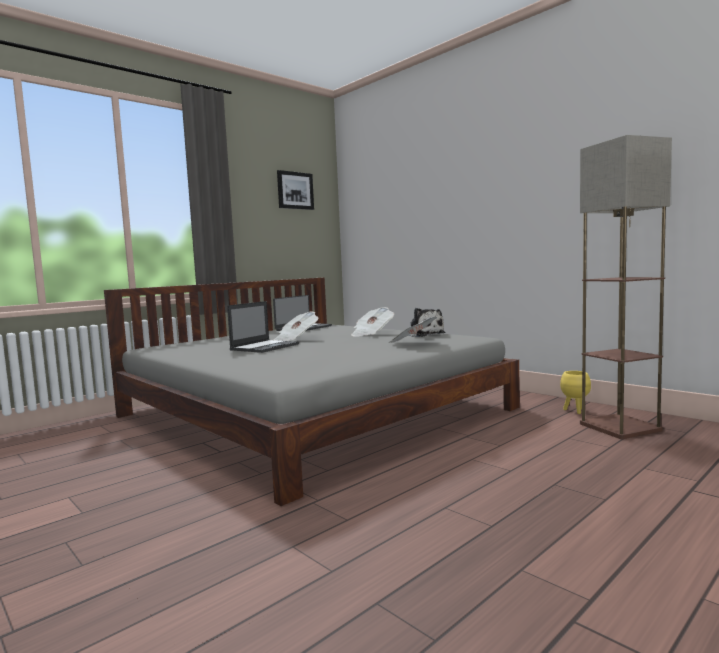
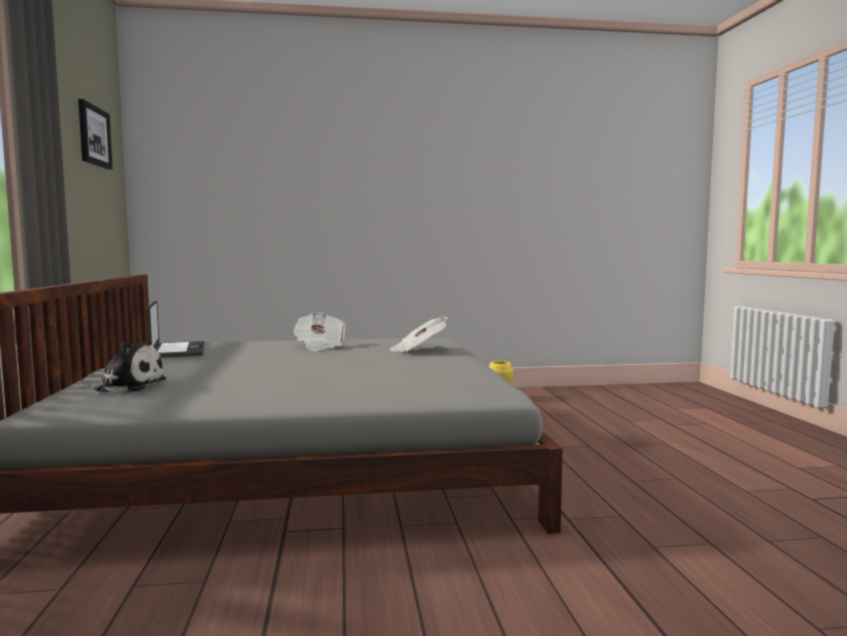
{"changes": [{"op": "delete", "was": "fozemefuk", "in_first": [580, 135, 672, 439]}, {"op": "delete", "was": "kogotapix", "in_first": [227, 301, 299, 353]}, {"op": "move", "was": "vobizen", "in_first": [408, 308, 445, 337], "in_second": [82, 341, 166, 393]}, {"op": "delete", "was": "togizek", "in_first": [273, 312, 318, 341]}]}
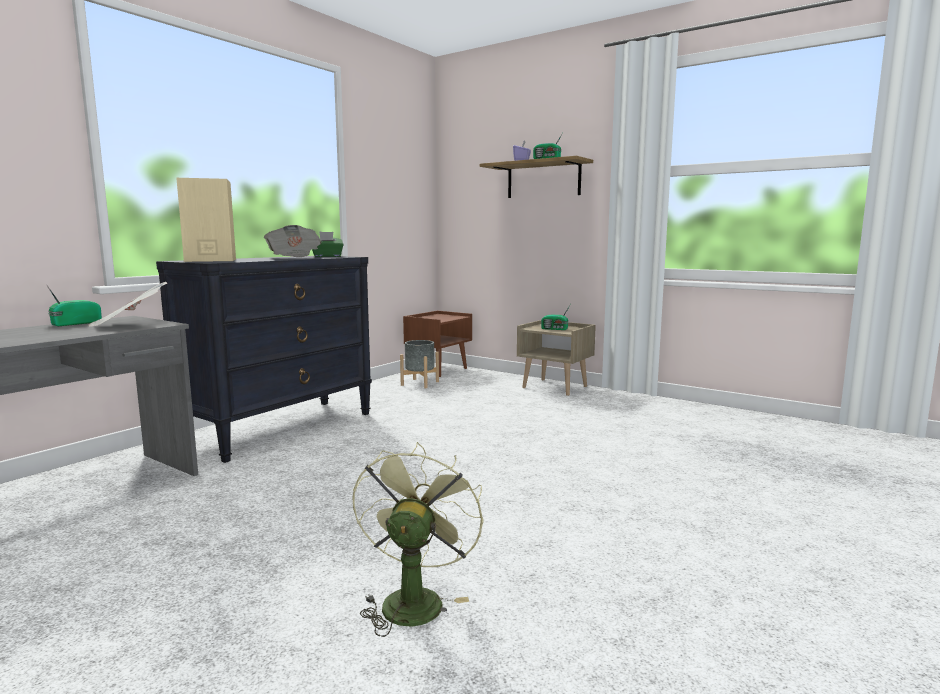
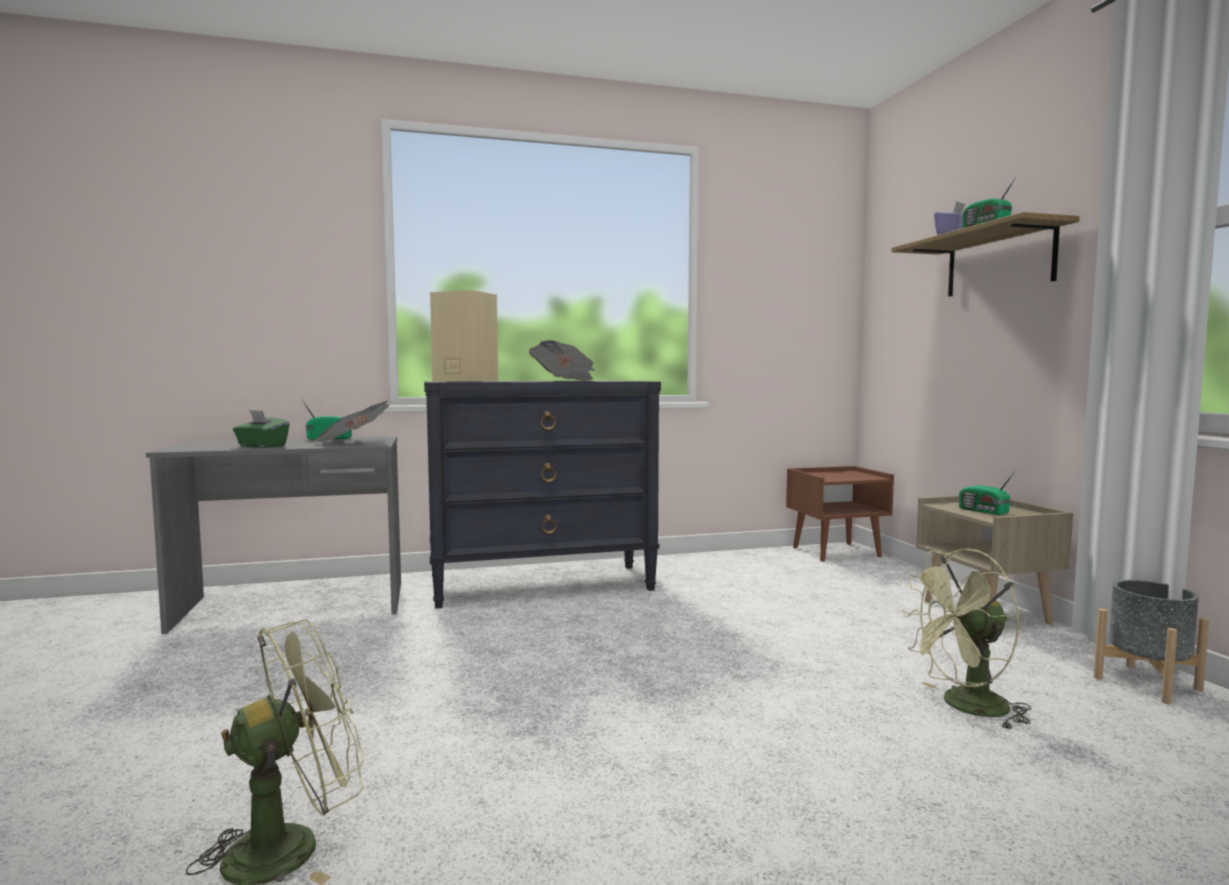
{"changes": [{"op": "move", "was": "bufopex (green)", "in_first": [312, 232, 344, 257], "in_second": [233, 410, 290, 448]}, {"op": "move", "was": "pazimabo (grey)", "in_first": [400, 340, 439, 388], "in_second": [1094, 580, 1209, 704]}, {"op": "insert", "now": "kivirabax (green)", "in_second": [901, 548, 1031, 731]}]}
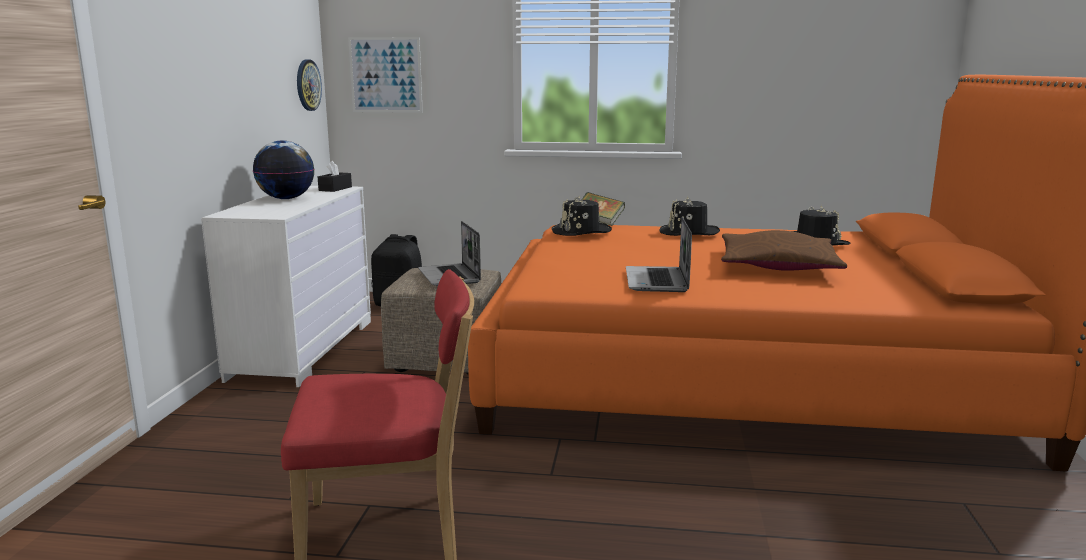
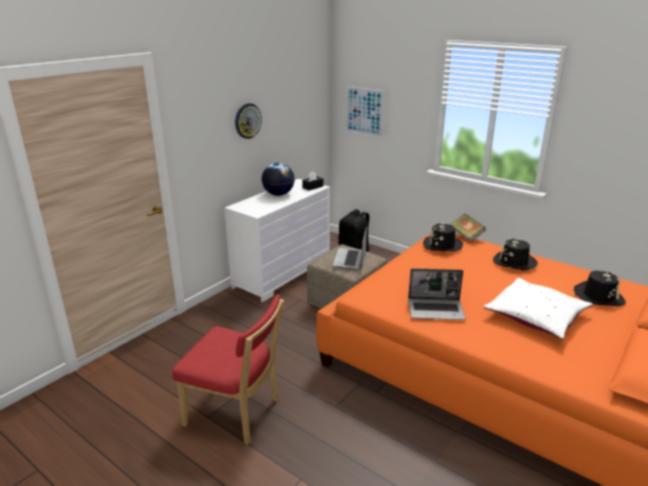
{"changes": [{"op": "move", "was": "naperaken", "in_first": [297, 59, 322, 111], "in_second": [235, 103, 262, 139]}, {"op": "rotate", "was": "kogotapix", "in_first": [626, 217, 692, 292], "in_second": [408, 268, 466, 320], "clockwise": -120}, {"op": "recolor", "was": "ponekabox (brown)", "now": "ponekabox (white)", "in_first": [721, 230, 847, 271], "in_second": [483, 278, 593, 340]}]}
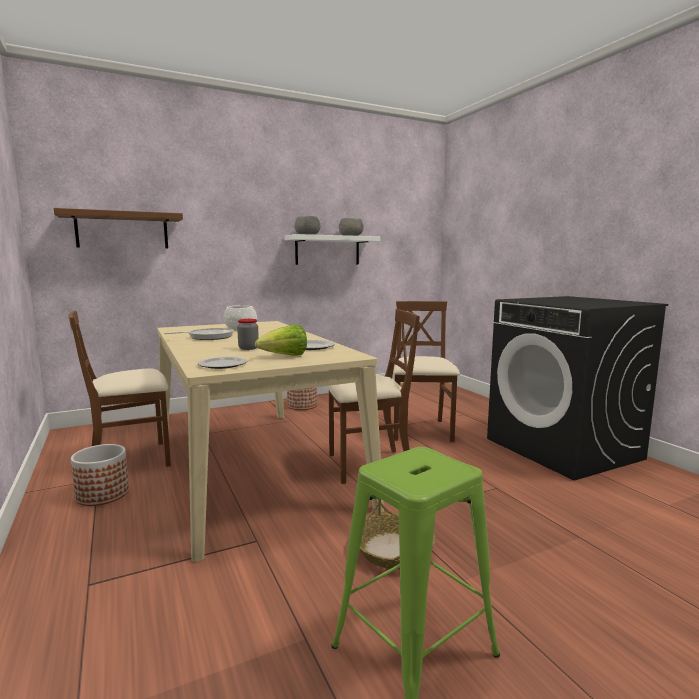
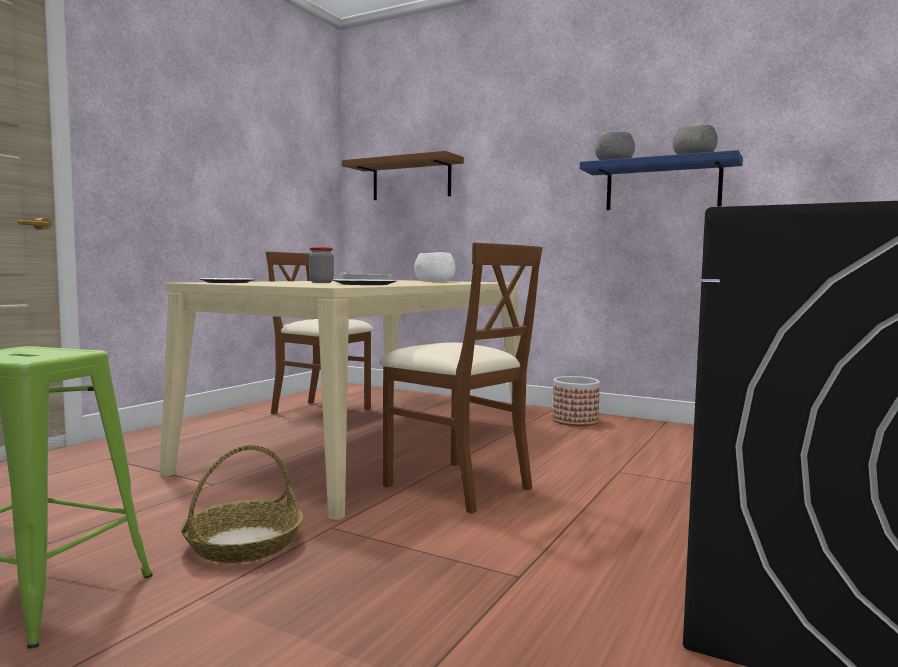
{"changes": [{"op": "recolor", "was": "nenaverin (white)", "now": "nenaverin (blue)", "in_first": [285, 234, 380, 265], "in_second": [580, 150, 743, 210]}, {"op": "delete", "was": "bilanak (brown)", "in_first": [393, 301, 460, 442]}, {"op": "delete", "was": "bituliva", "in_first": [255, 324, 307, 356]}, {"op": "delete", "was": "pazimabo", "in_first": [71, 444, 129, 506]}]}
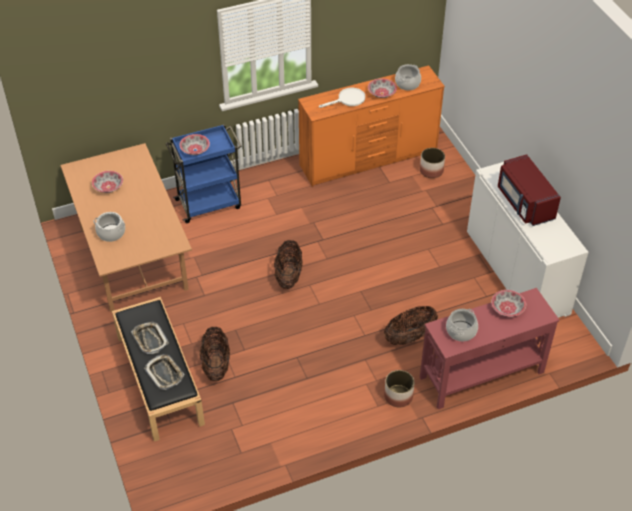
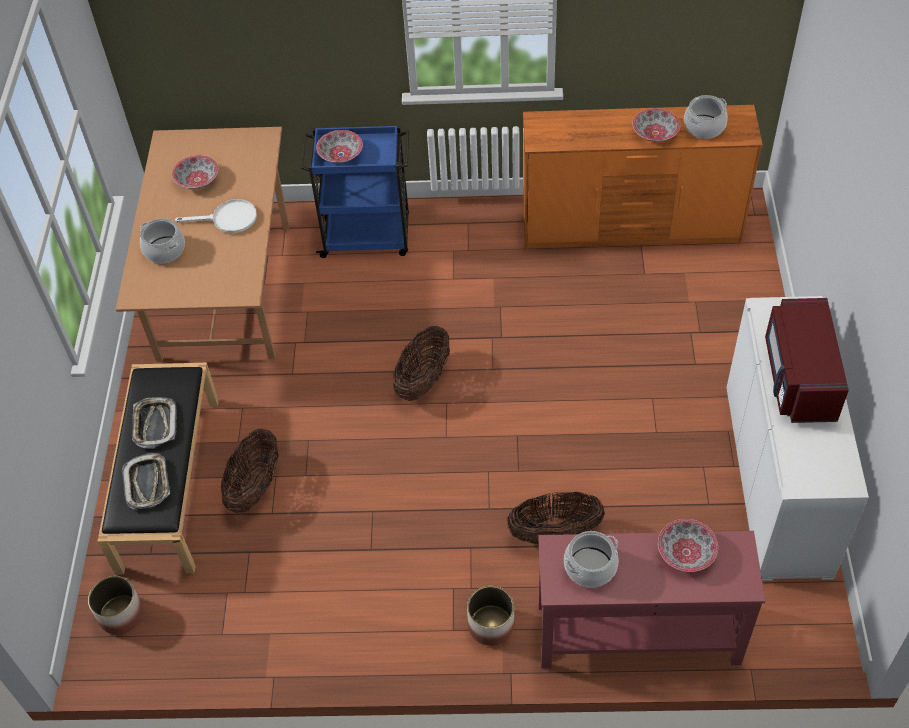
{"changes": [{"op": "move", "was": "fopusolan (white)", "in_first": [319, 88, 365, 108], "in_second": [175, 199, 257, 233]}, {"op": "move", "was": "pazimabo", "in_first": [420, 148, 445, 178], "in_second": [88, 576, 144, 635]}]}
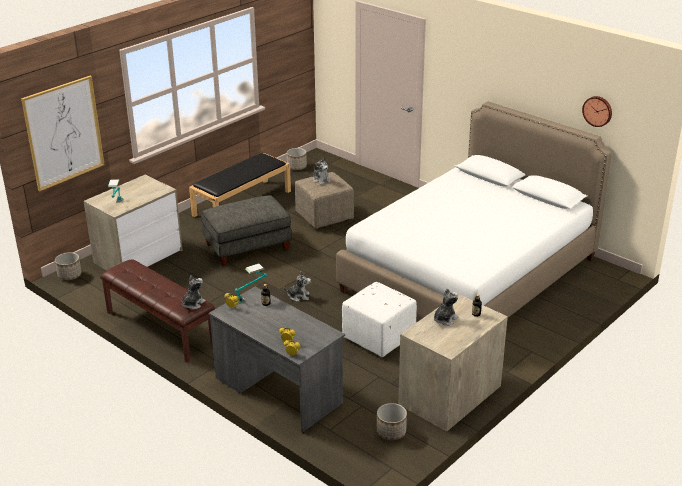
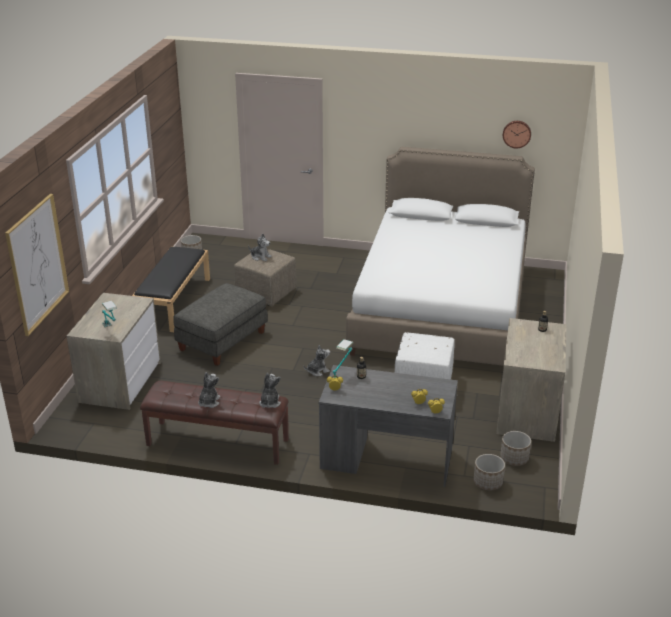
{"changes": [{"op": "move", "was": "pazimabo", "in_first": [55, 252, 82, 280], "in_second": [474, 454, 505, 491]}, {"op": "move", "was": "vobizen", "in_first": [434, 288, 459, 326], "in_second": [198, 372, 220, 408]}]}
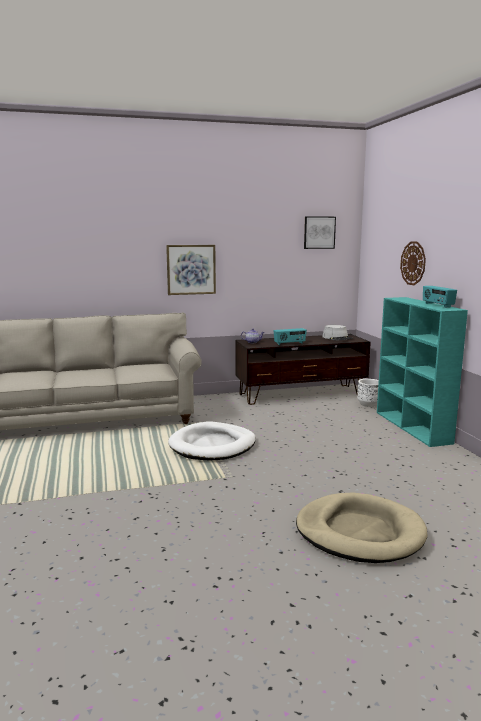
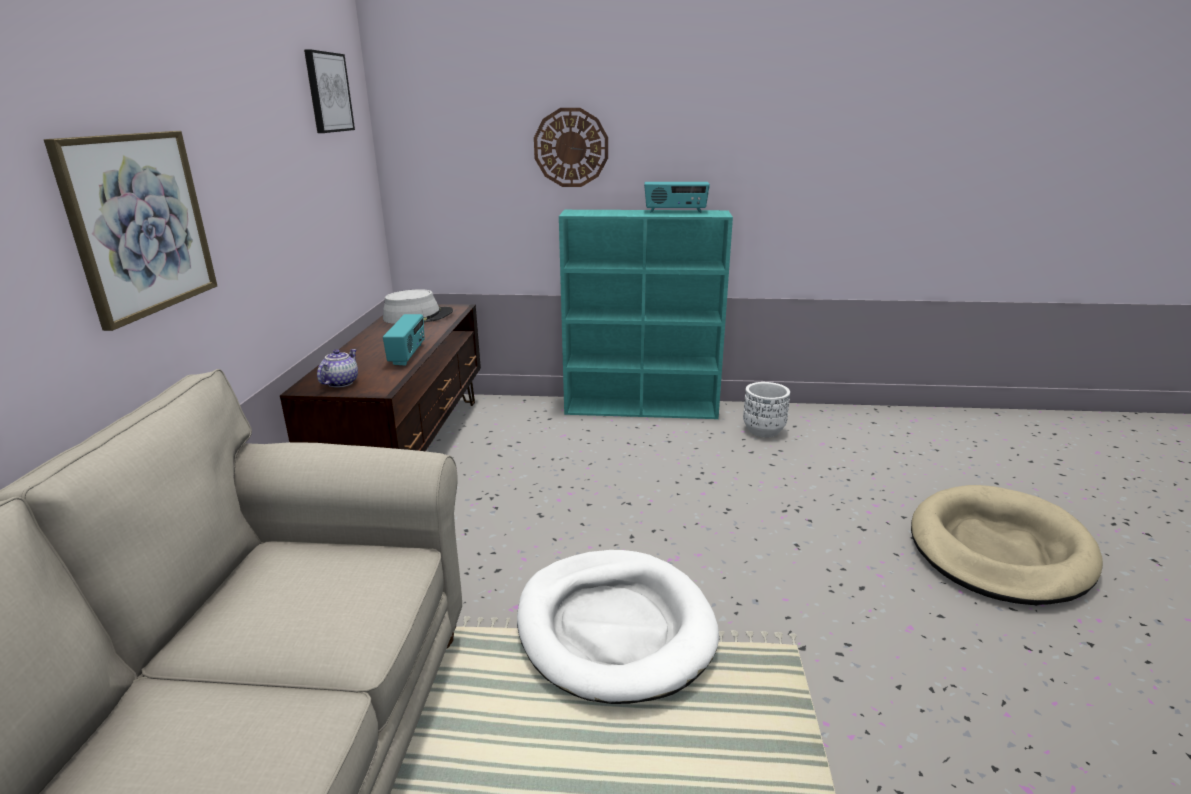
{"changes": [{"op": "move", "was": "pazimabo (white)", "in_first": [357, 379, 379, 407], "in_second": [743, 382, 790, 437]}]}
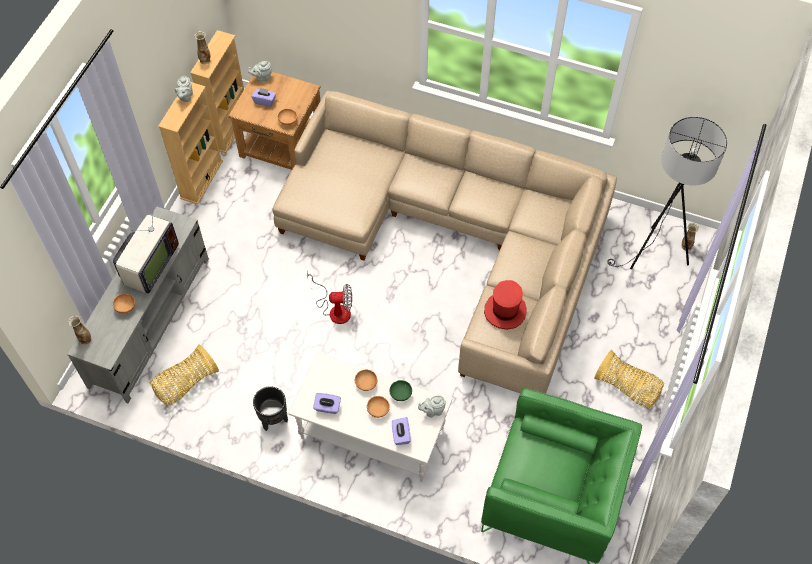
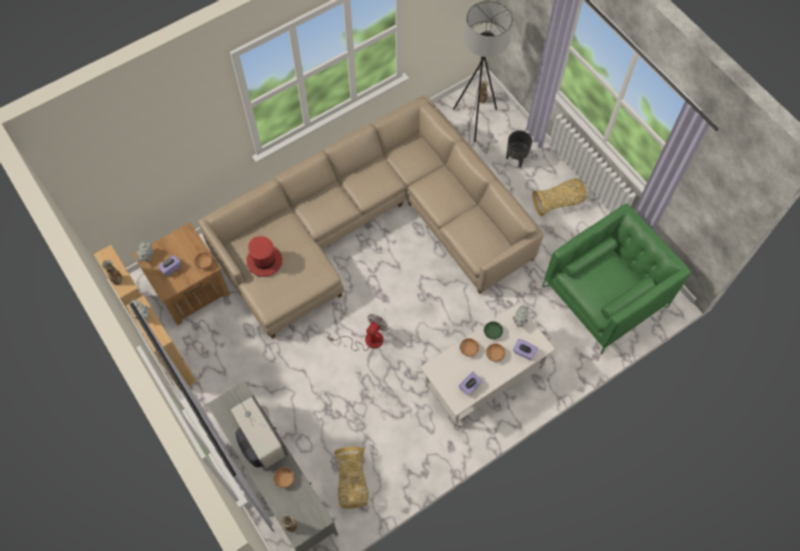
{"changes": [{"op": "move", "was": "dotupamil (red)", "in_first": [484, 280, 527, 330], "in_second": [247, 236, 282, 277]}, {"op": "move", "was": "pazimabo (black)", "in_first": [253, 386, 288, 431], "in_second": [506, 131, 532, 168]}]}
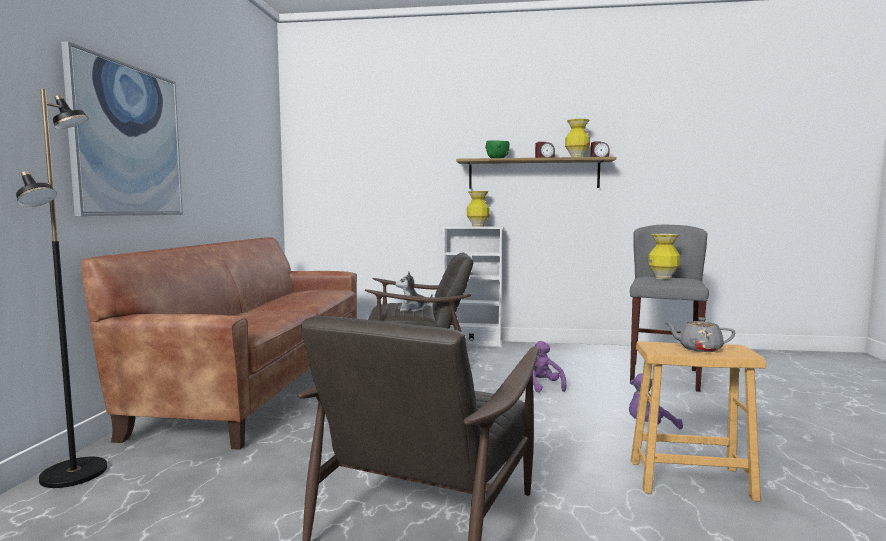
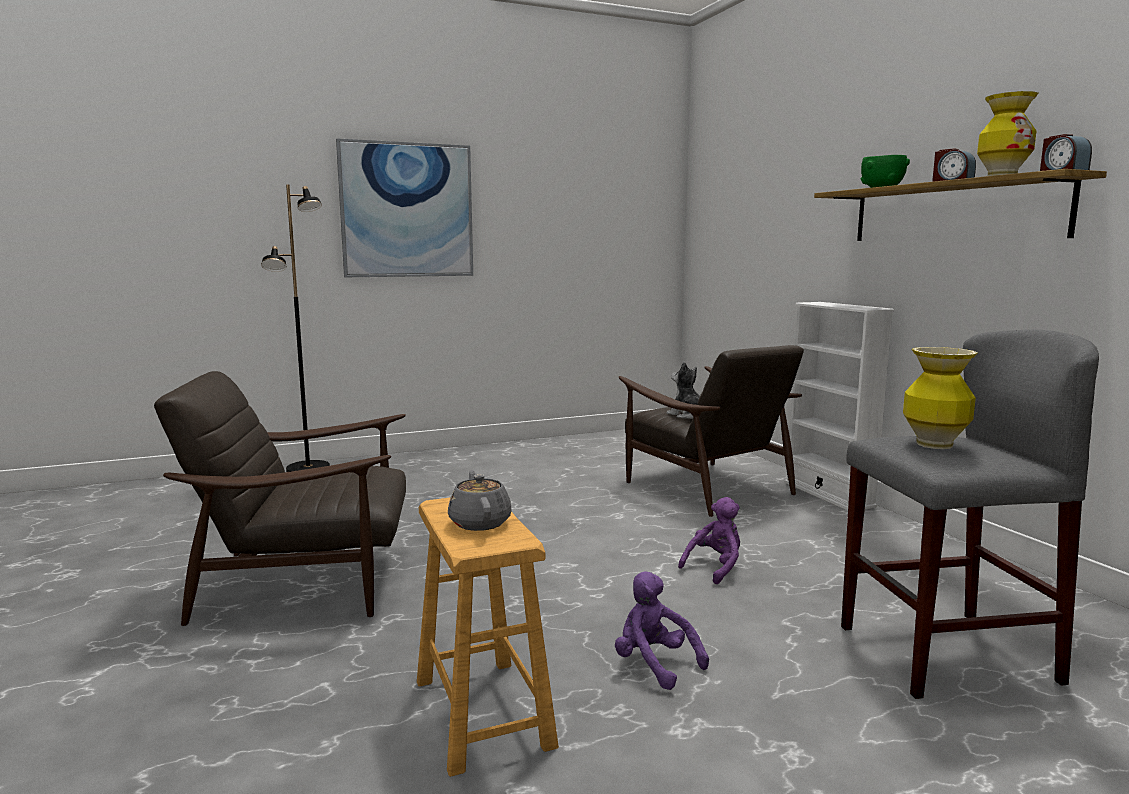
{"changes": [{"op": "delete", "was": "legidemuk", "in_first": [467, 191, 490, 227]}, {"op": "delete", "was": "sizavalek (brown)", "in_first": [81, 237, 357, 450]}]}
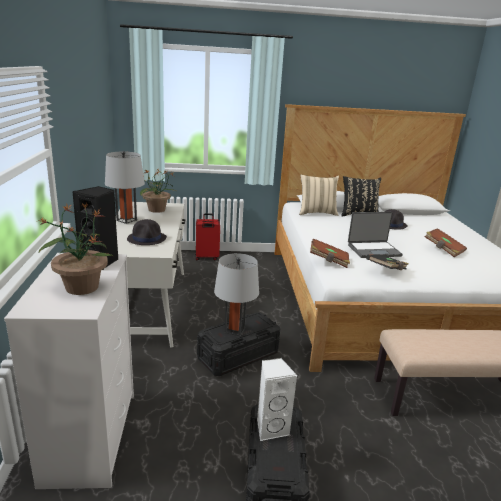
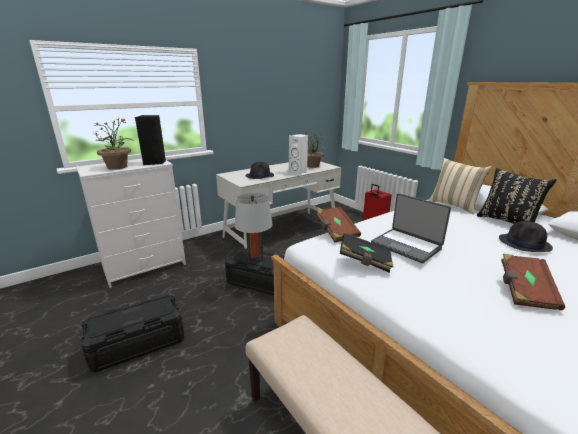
{"changes": [{"op": "delete", "was": "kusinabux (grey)", "in_first": [105, 151, 145, 224]}, {"op": "move", "was": "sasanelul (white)", "in_first": [257, 358, 297, 441], "in_second": [289, 134, 308, 175]}]}
